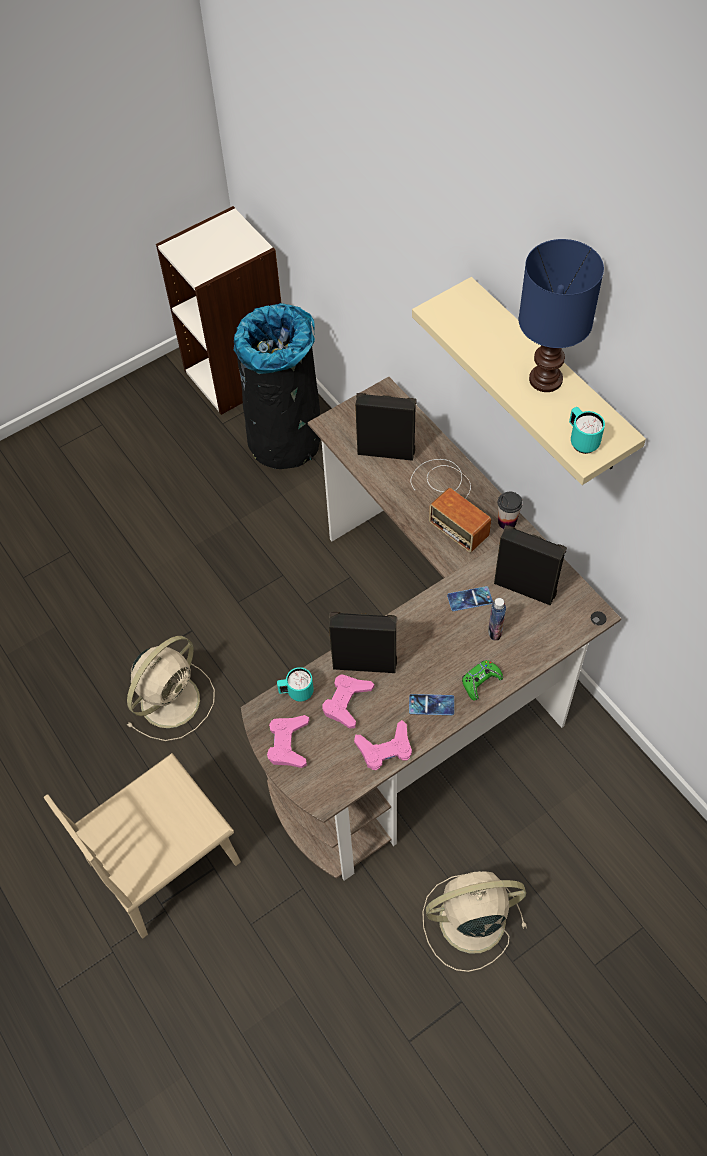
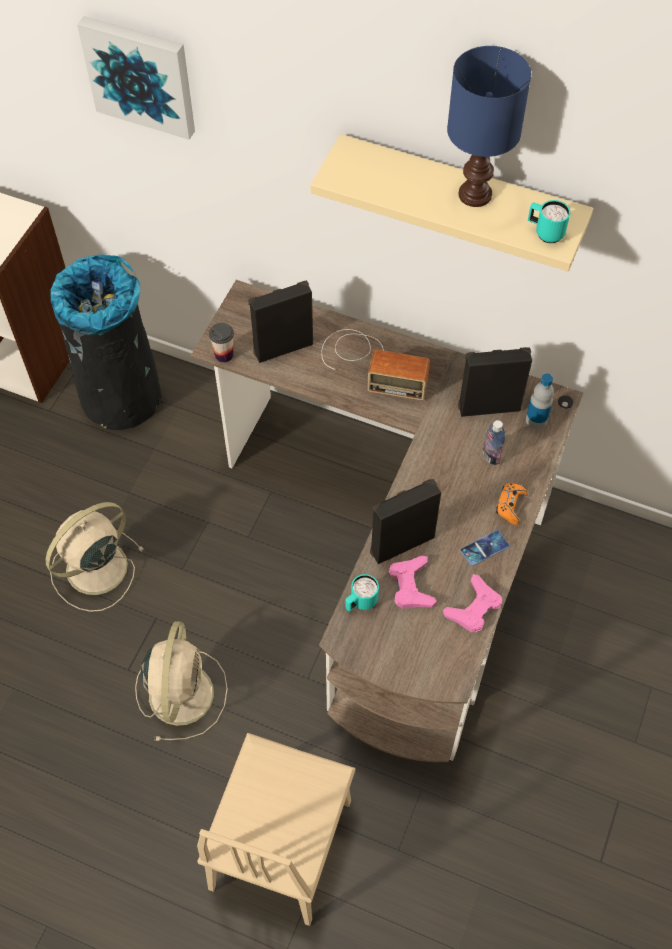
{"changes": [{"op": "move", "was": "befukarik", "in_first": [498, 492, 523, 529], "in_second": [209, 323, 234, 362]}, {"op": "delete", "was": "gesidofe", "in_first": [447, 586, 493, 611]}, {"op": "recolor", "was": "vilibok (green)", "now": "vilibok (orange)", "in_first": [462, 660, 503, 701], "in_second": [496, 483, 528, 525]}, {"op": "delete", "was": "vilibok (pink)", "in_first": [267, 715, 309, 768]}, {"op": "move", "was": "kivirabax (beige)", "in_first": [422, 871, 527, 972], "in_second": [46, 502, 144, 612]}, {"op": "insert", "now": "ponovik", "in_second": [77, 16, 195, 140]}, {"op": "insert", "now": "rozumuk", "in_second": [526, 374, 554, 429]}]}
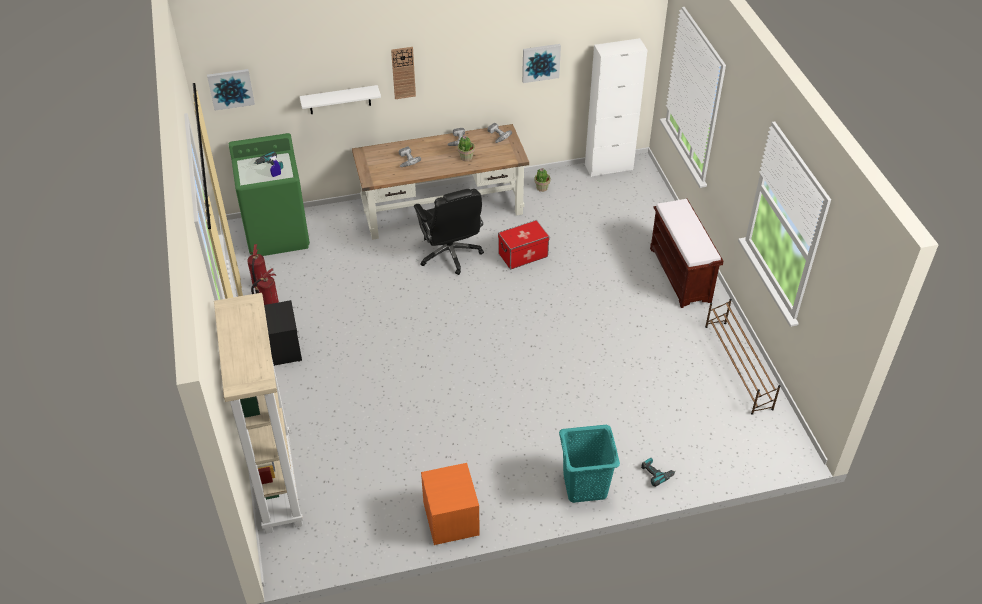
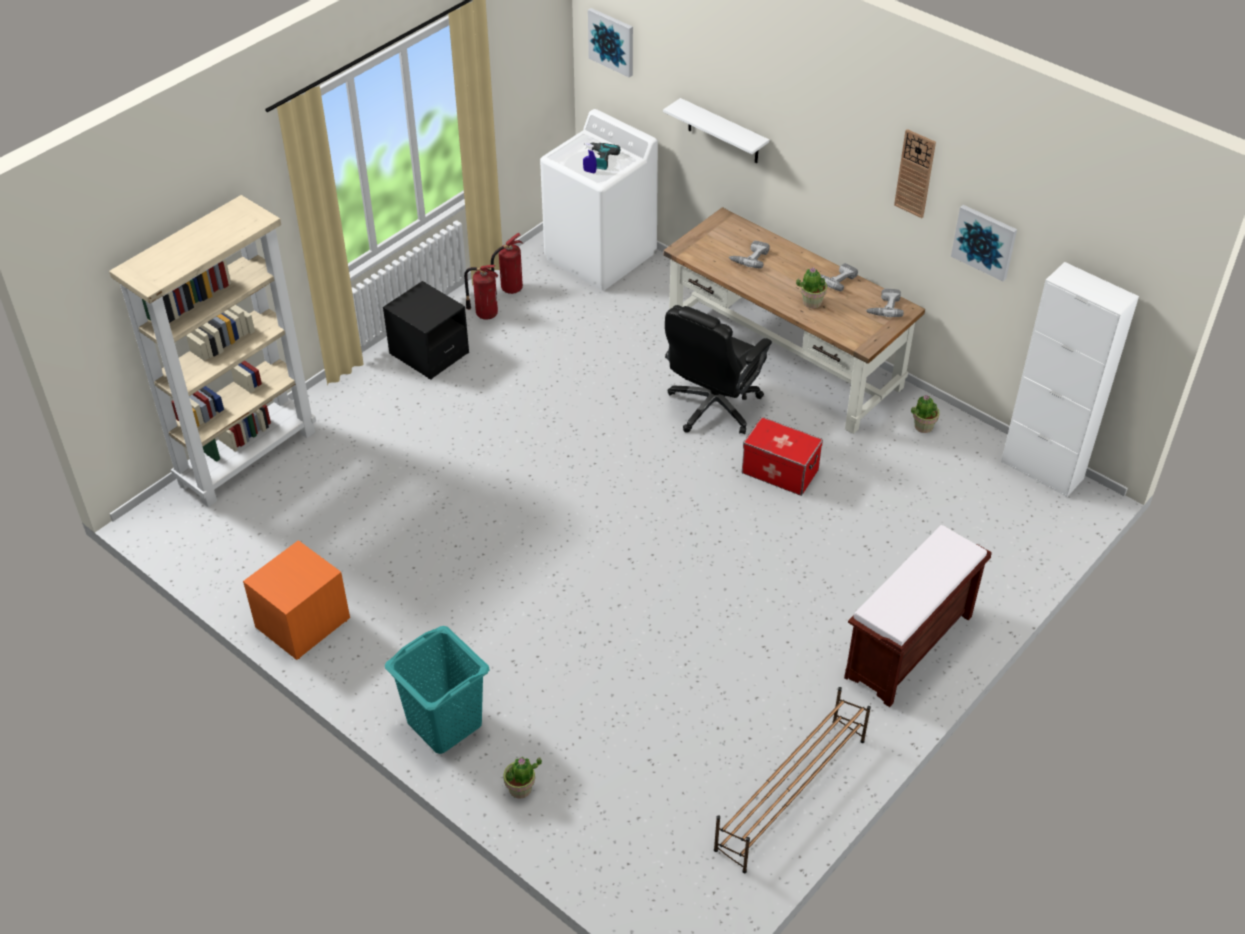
{"changes": [{"op": "move", "was": "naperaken", "in_first": [391, 47, 416, 99], "in_second": [894, 129, 936, 218]}, {"op": "recolor", "was": "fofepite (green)", "now": "fofepite (white)", "in_first": [229, 133, 310, 256], "in_second": [540, 109, 658, 291]}, {"op": "replace", "was": "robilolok", "now": "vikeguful", "in_first": [641, 458, 676, 487], "in_second": [503, 757, 542, 799]}]}
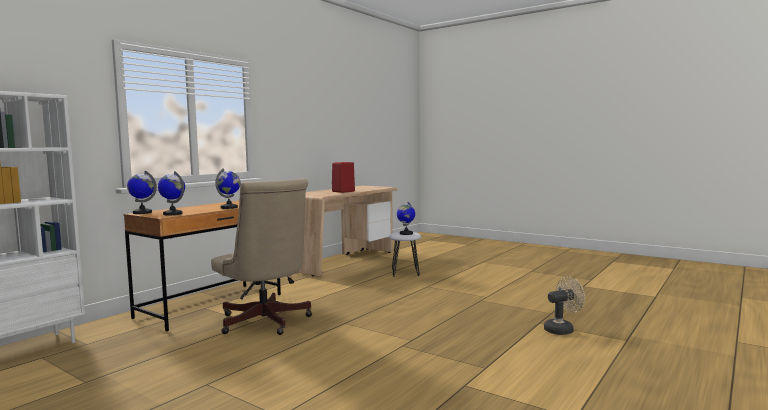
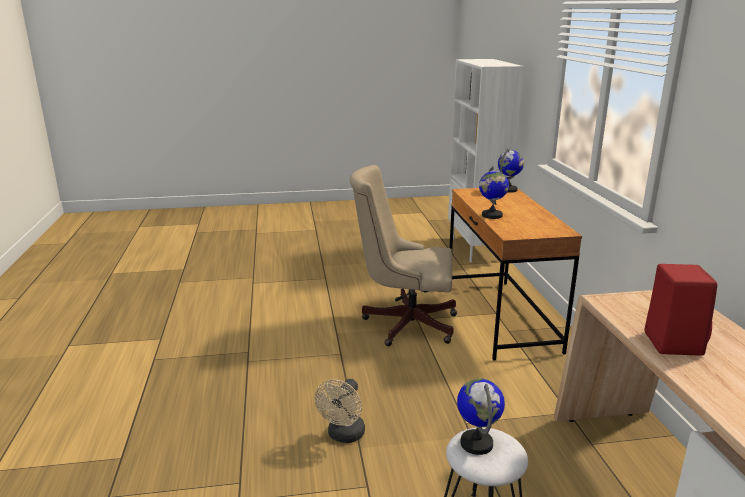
{"changes": [{"op": "delete", "was": "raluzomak", "in_first": [158, 171, 185, 215]}, {"op": "move", "was": "kivirabax (beige)", "in_first": [544, 277, 585, 335], "in_second": [315, 379, 365, 443]}]}
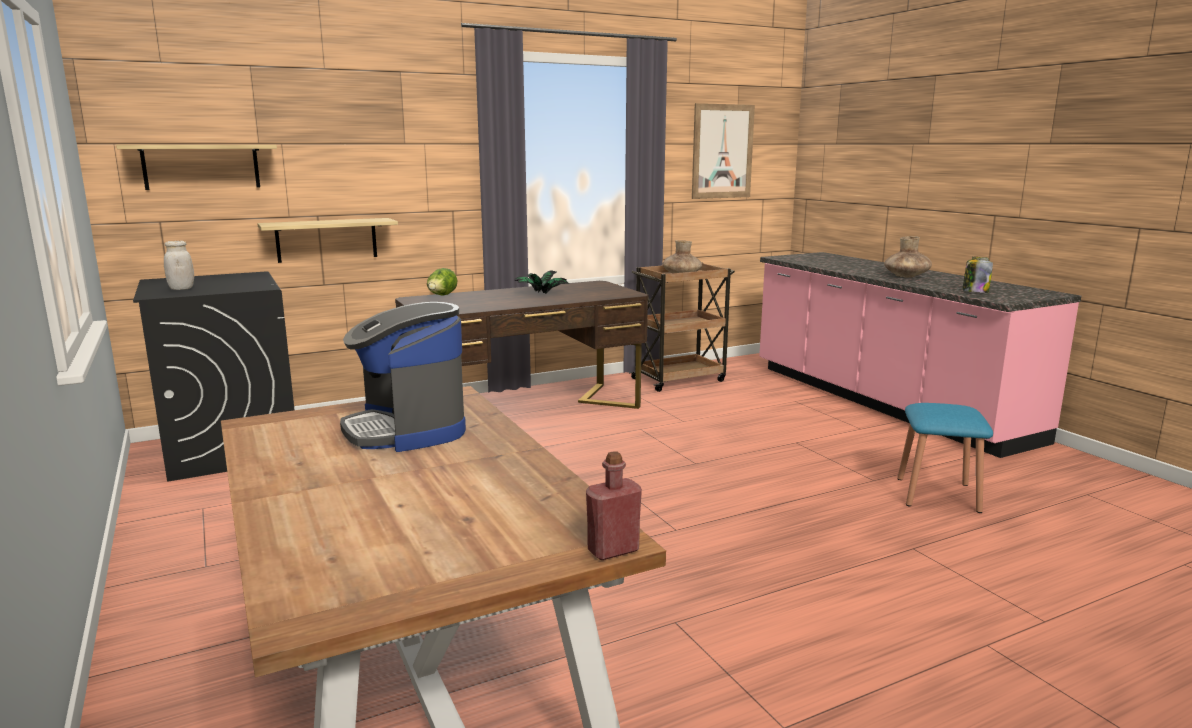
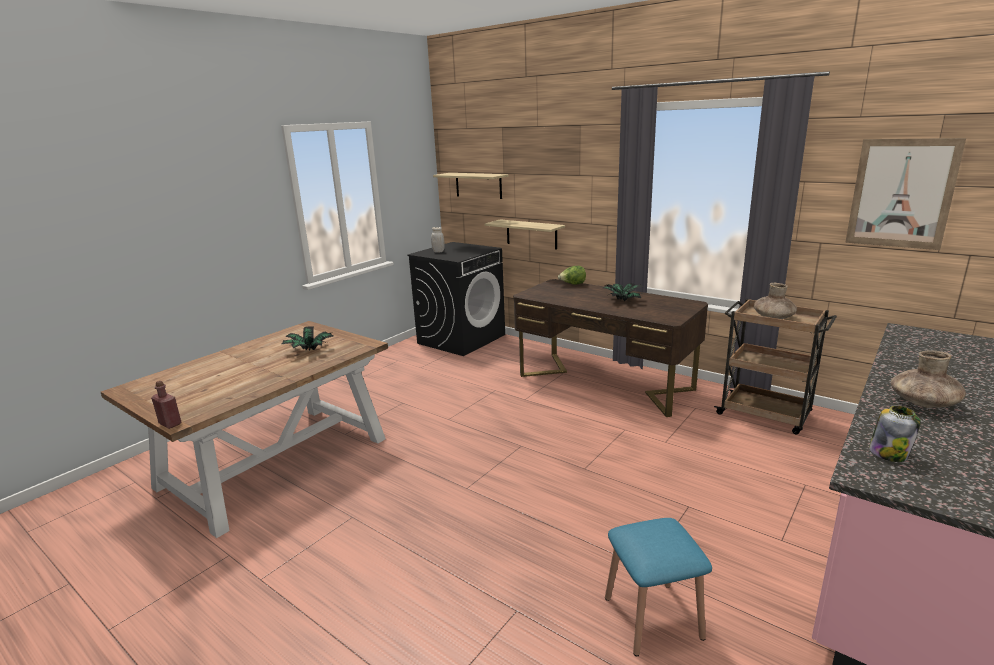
{"changes": [{"op": "replace", "was": "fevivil", "now": "vikeguful", "in_first": [340, 302, 466, 452], "in_second": [282, 326, 333, 350]}]}
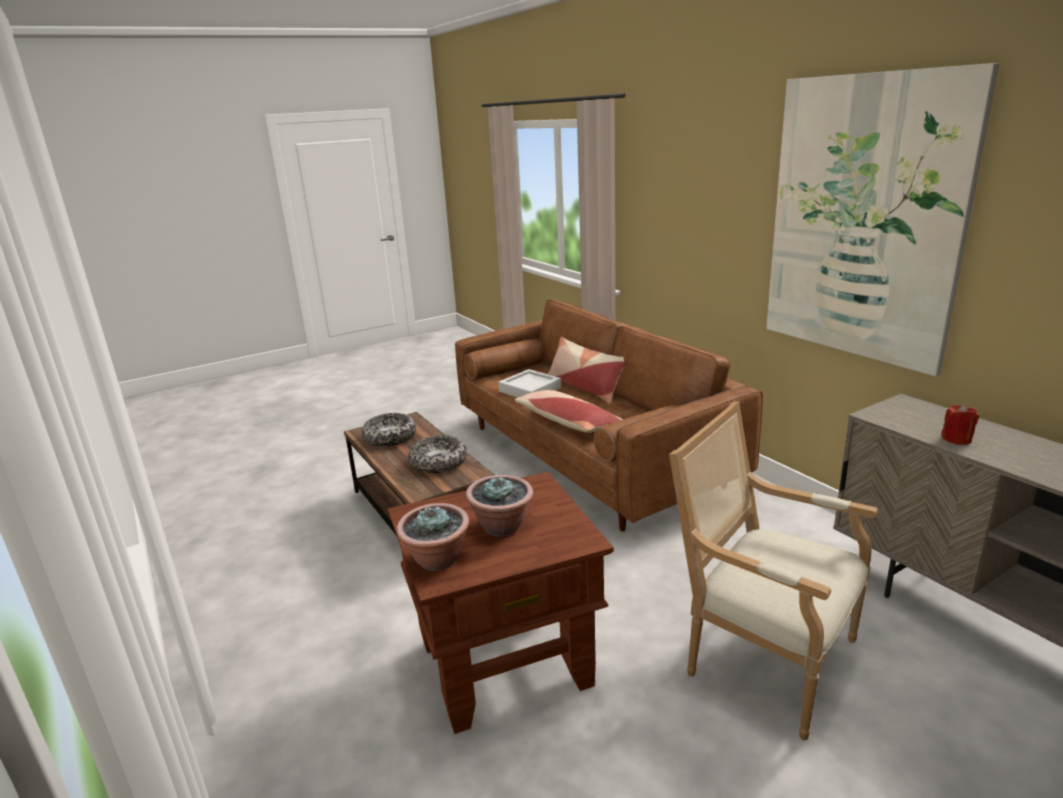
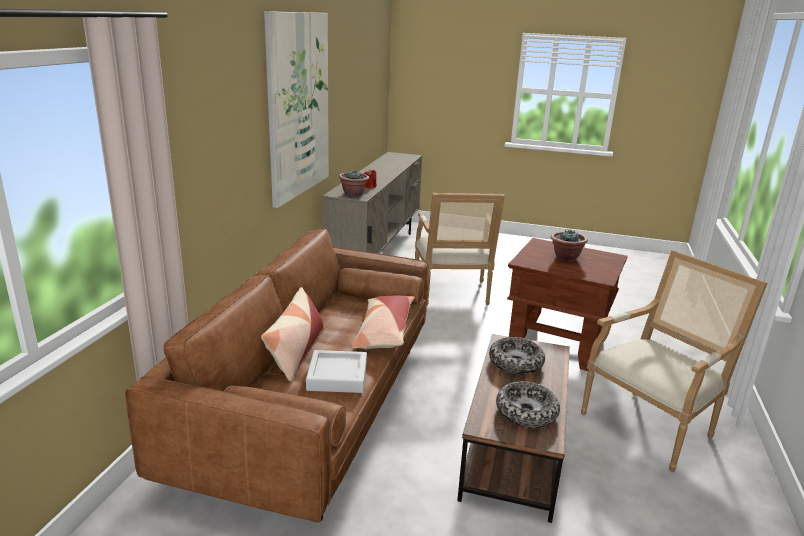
{"changes": [{"op": "move", "was": "vikeguful", "in_first": [397, 503, 469, 571], "in_second": [339, 171, 369, 197]}, {"op": "insert", "now": "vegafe", "in_second": [581, 250, 767, 472]}]}
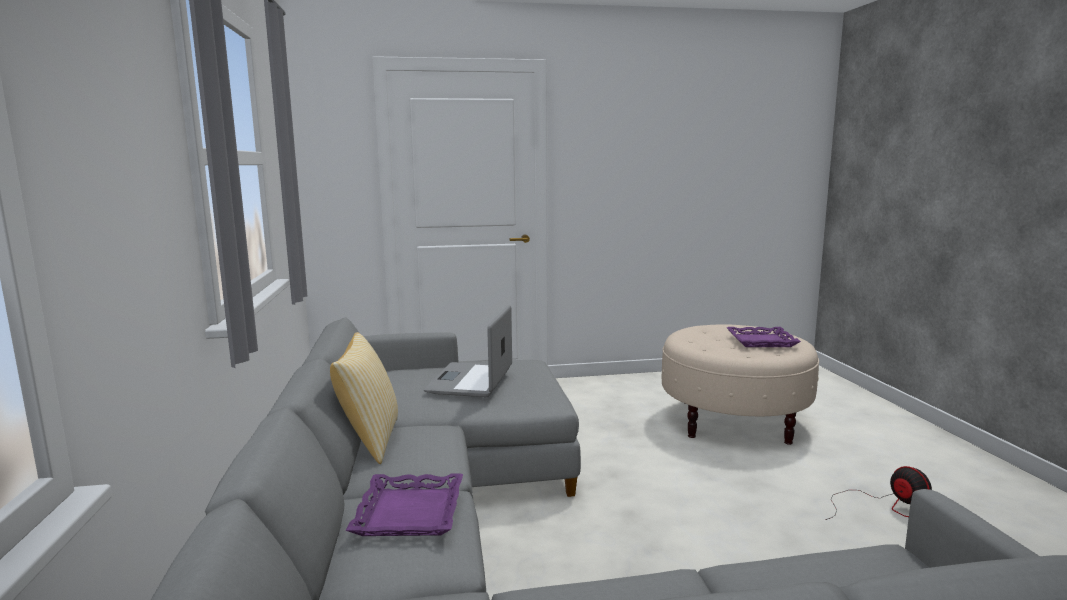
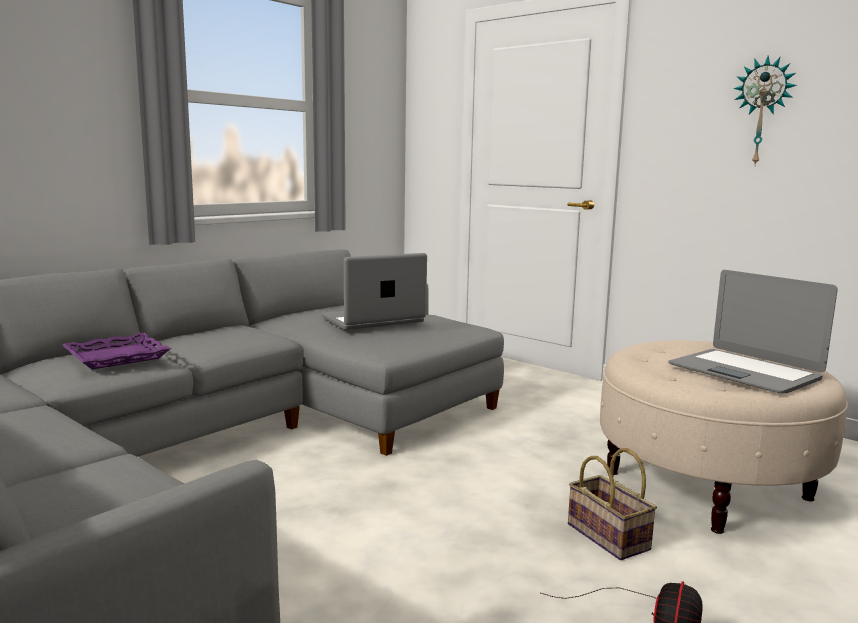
{"changes": [{"op": "replace", "was": "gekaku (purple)", "now": "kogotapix", "in_first": [727, 327, 801, 347], "in_second": [668, 270, 838, 393]}, {"op": "delete", "was": "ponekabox", "in_first": [330, 332, 398, 464]}, {"op": "insert", "now": "naperaken", "in_second": [733, 56, 797, 165]}, {"op": "insert", "now": "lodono", "in_second": [568, 448, 657, 560]}]}
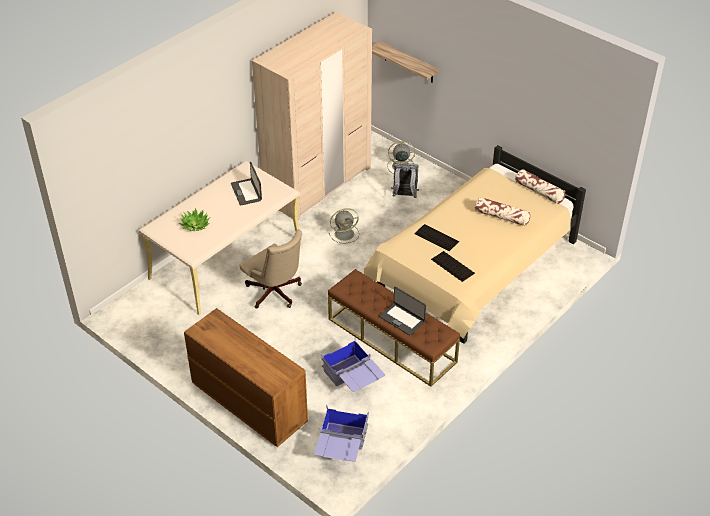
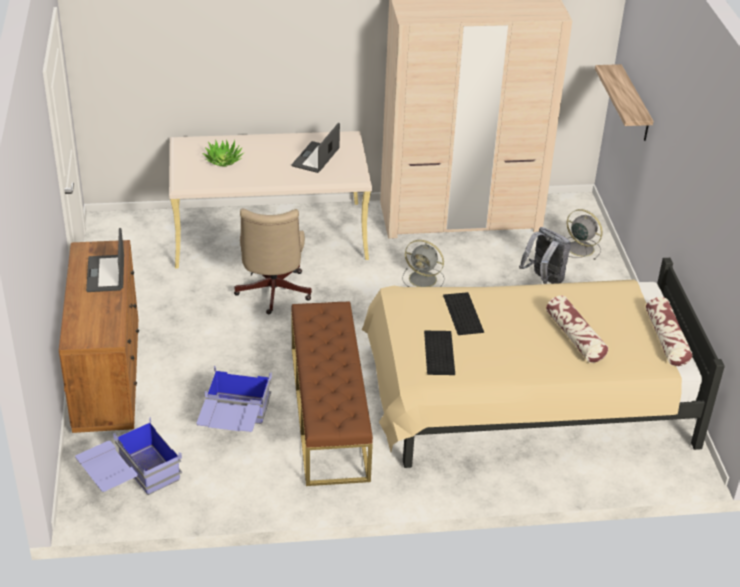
{"changes": [{"op": "move", "was": "kogotapix", "in_first": [379, 287, 426, 335], "in_second": [86, 228, 124, 292]}]}
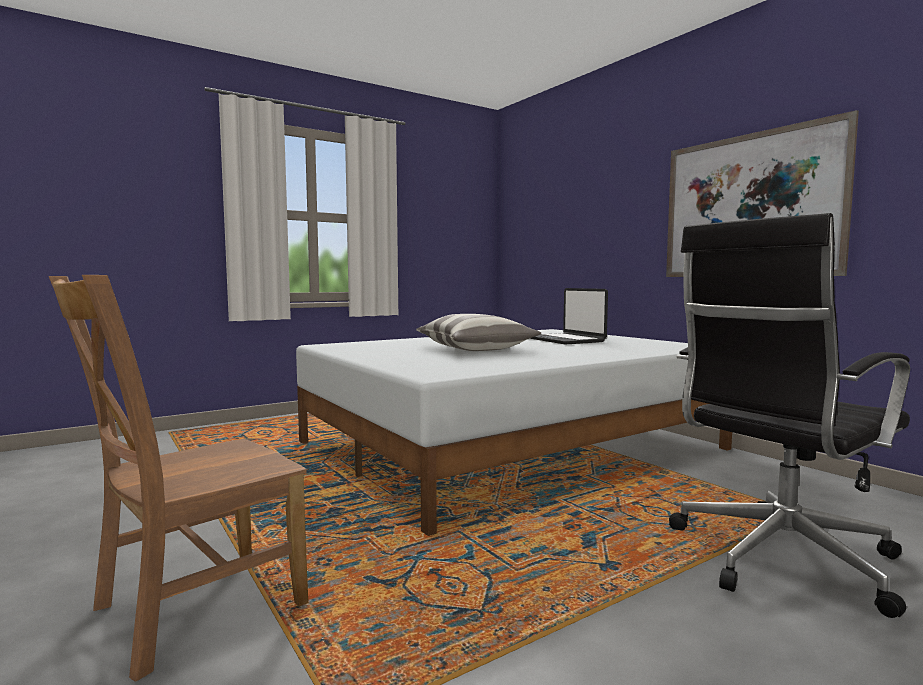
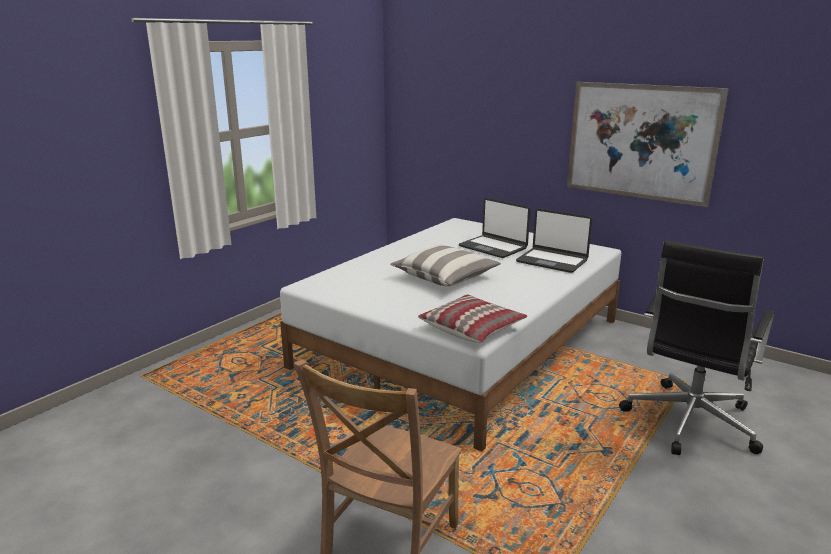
{"changes": [{"op": "insert", "now": "kogotapix", "in_second": [516, 208, 592, 273]}, {"op": "insert", "now": "ponekabox", "in_second": [418, 294, 527, 343]}]}
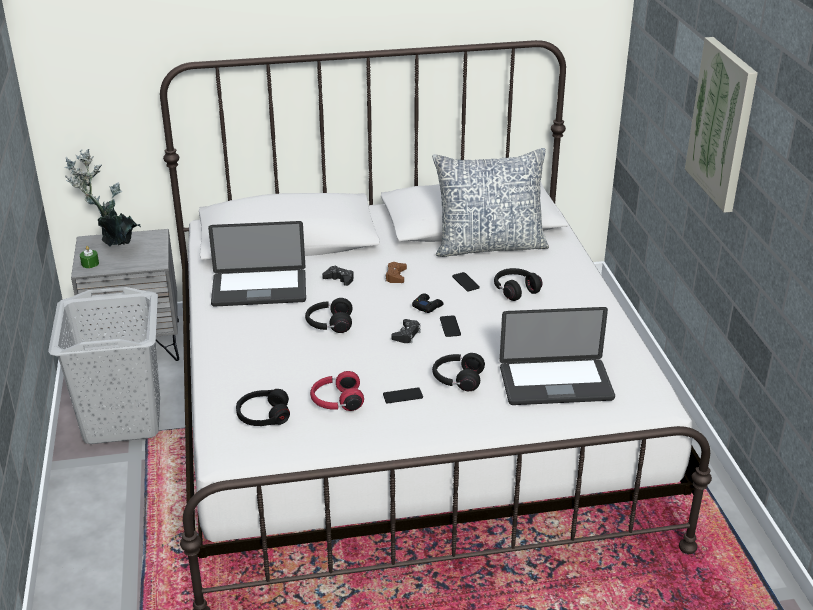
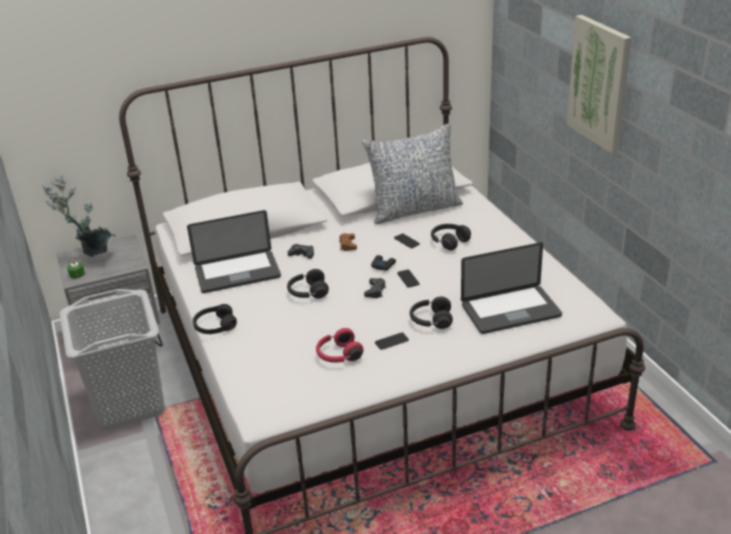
{"changes": [{"op": "move", "was": "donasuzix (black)", "in_first": [236, 389, 290, 426], "in_second": [193, 304, 237, 334]}]}
